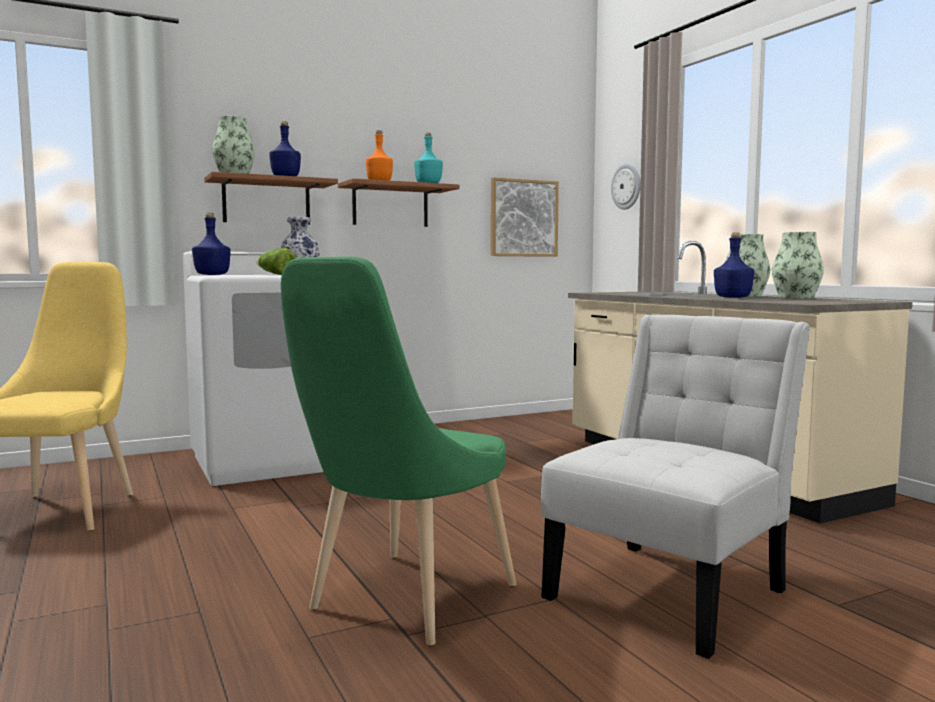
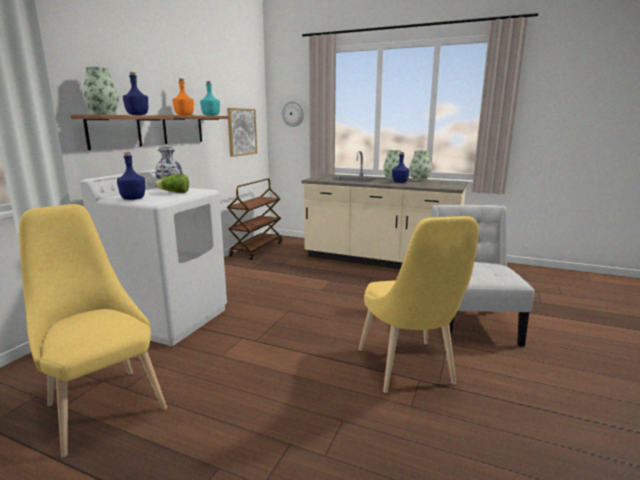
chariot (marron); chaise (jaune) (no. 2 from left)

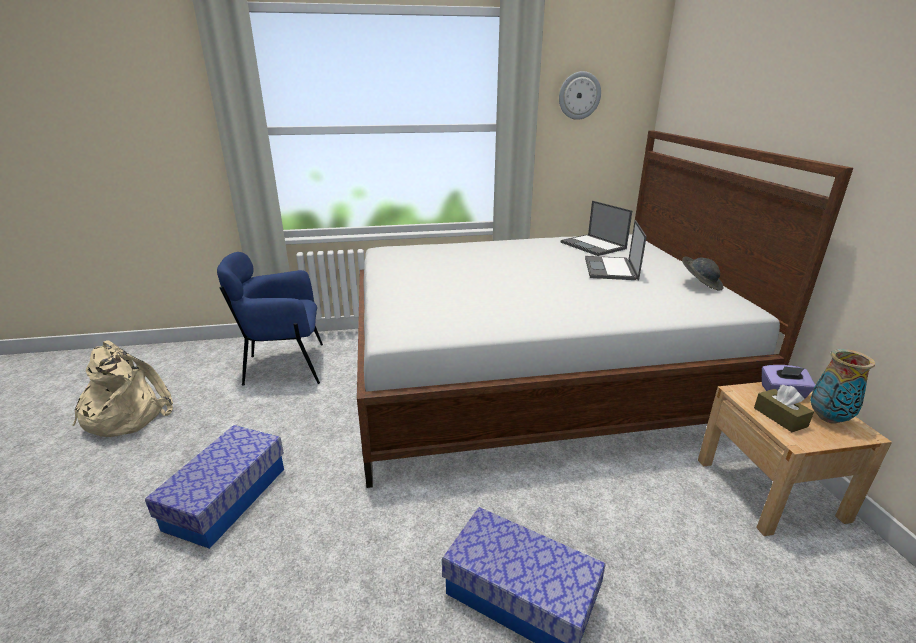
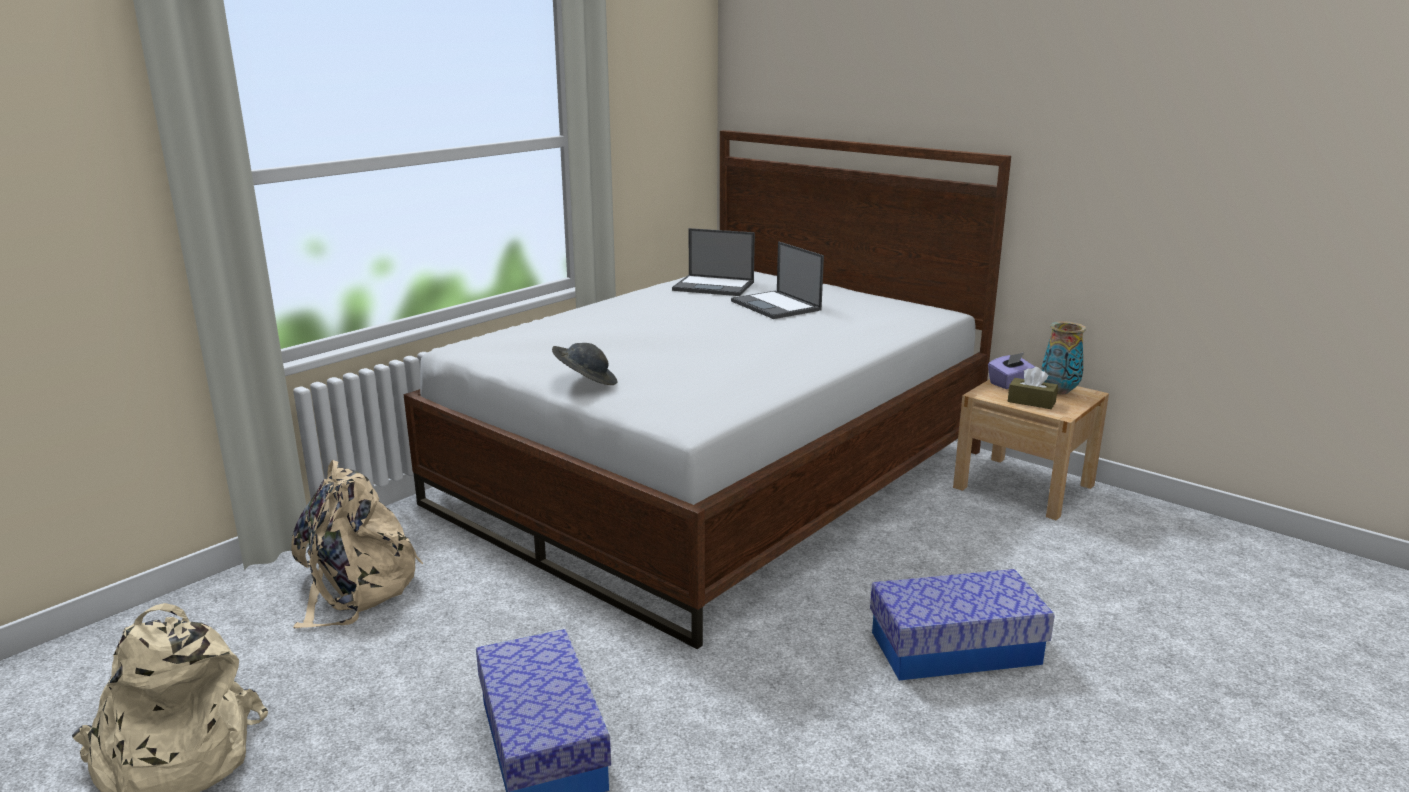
sac à dos (beige) (no. 2 from left); chapeau (gris); horloge murale

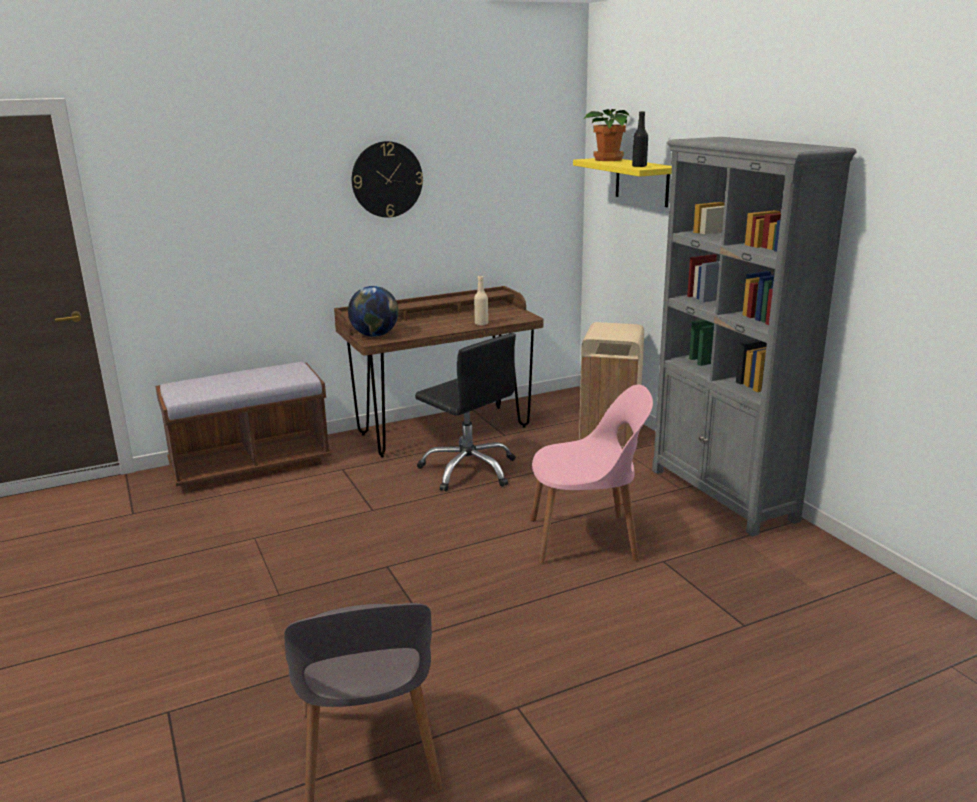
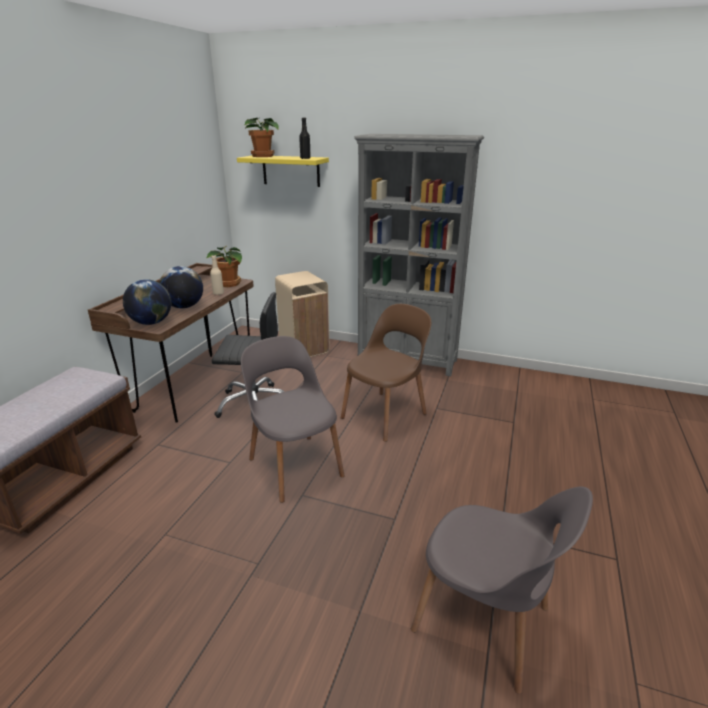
globe (no. 2 from left); plante en pot (no. 1 from left); chaise (gris) (no. 1 from left); chaise (marron); horloge murale

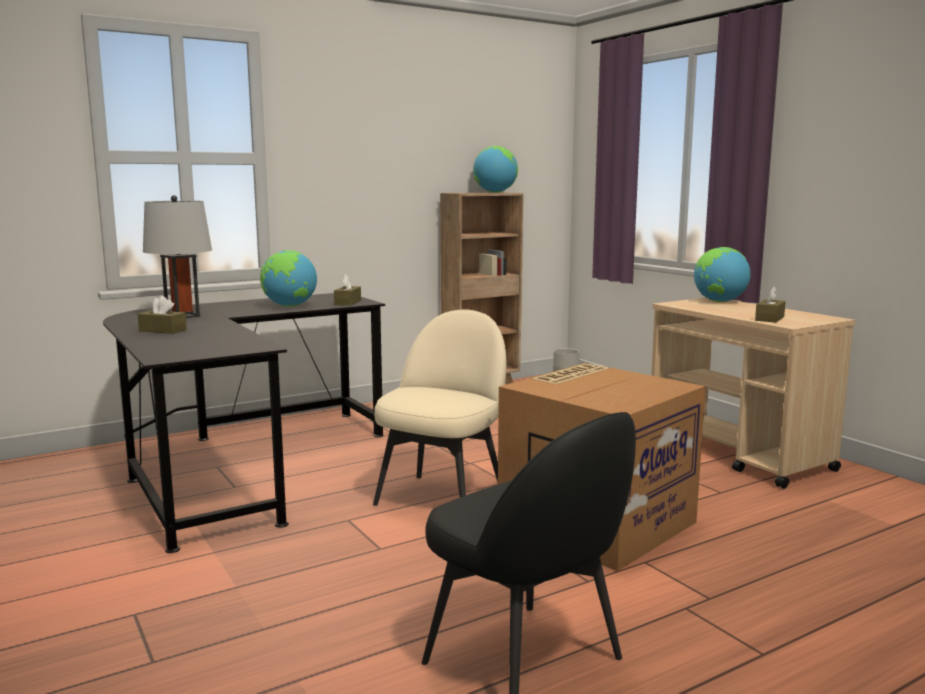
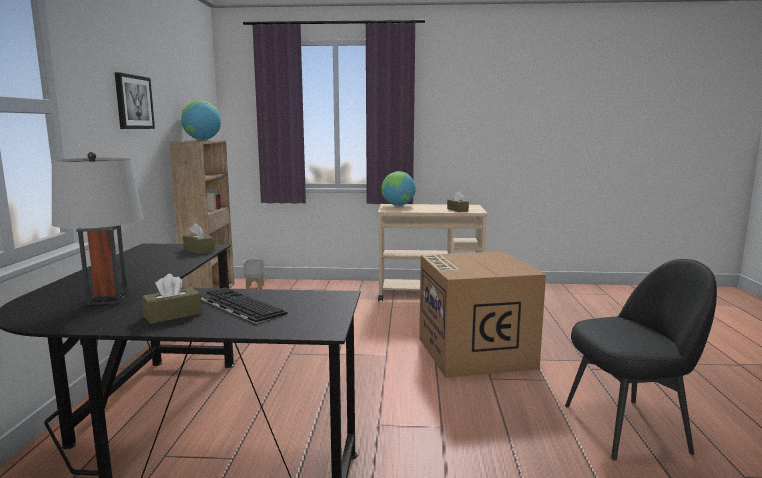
tableau; clavier; globe (no. 1 from left in the first image); chaise (beige)

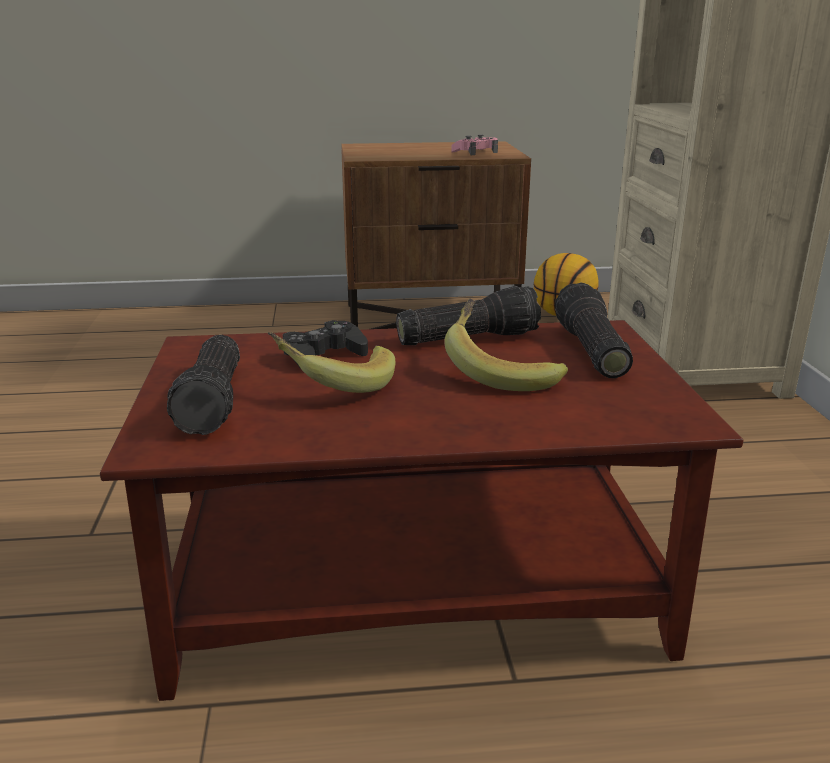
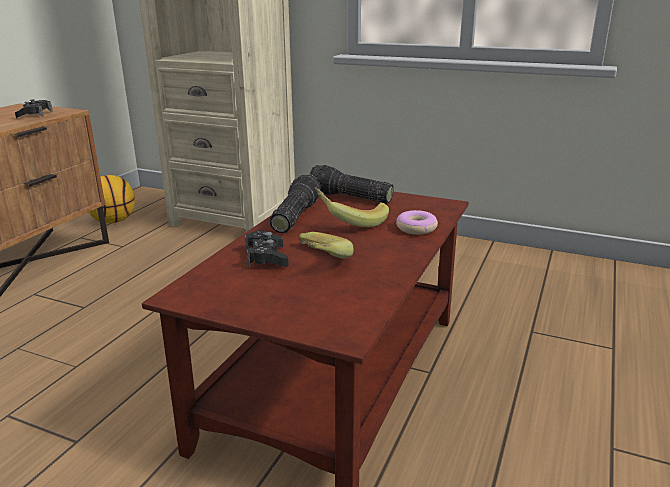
manette (noir) (no. 1 from left); beignet; lampe de poche (no. 1 from left in the first image)

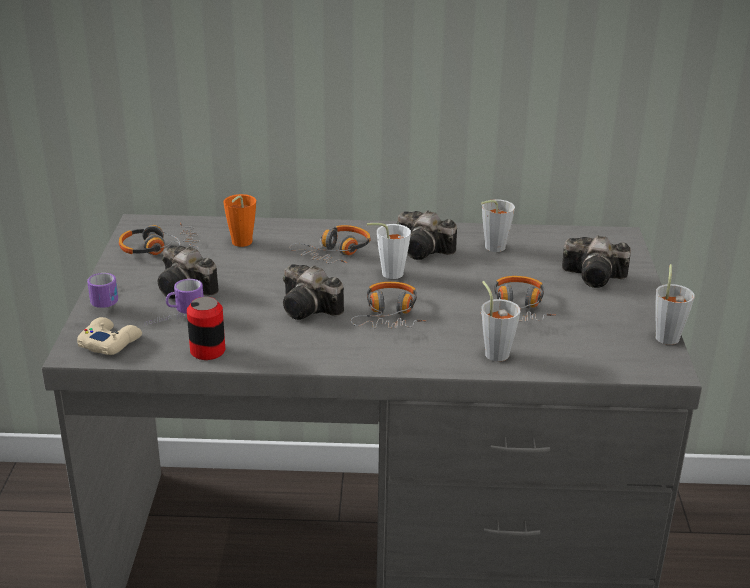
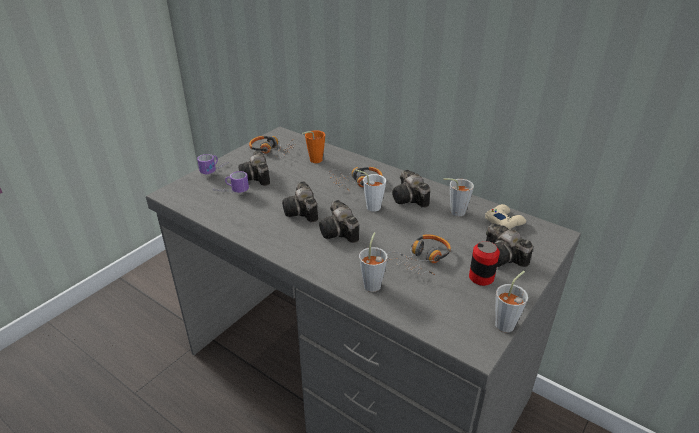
appareil photo (no. 3 from left); boîte métallique; manette (beige)

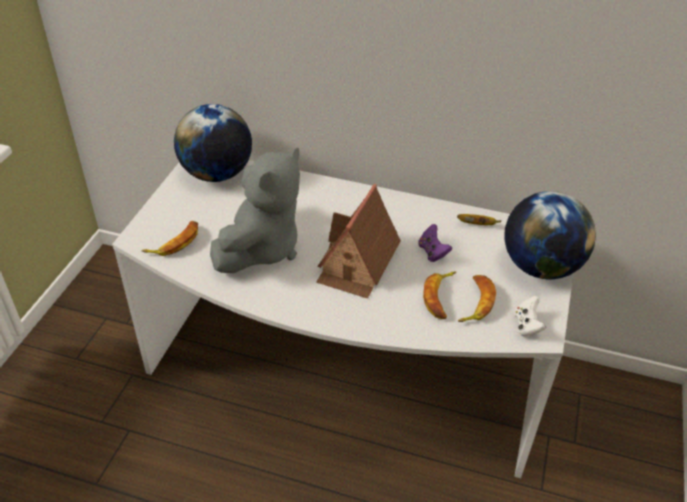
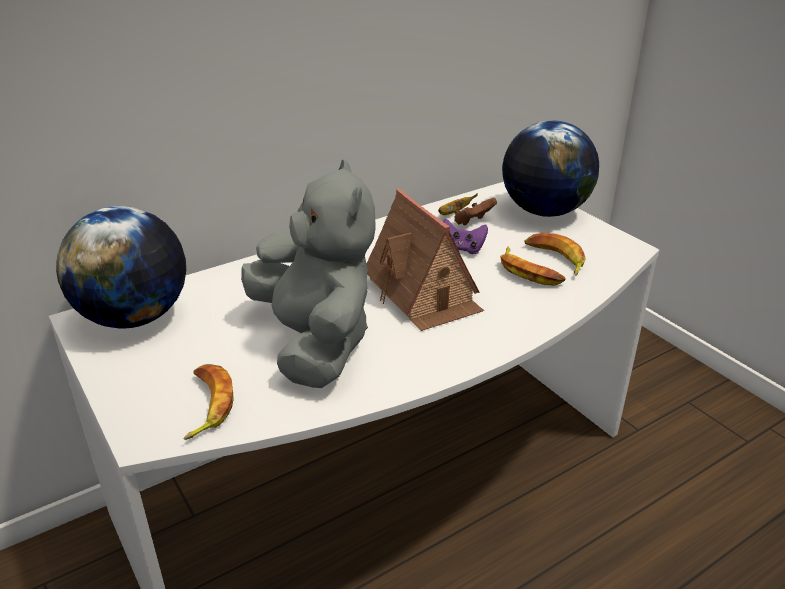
manette (marron); manette (blanc)

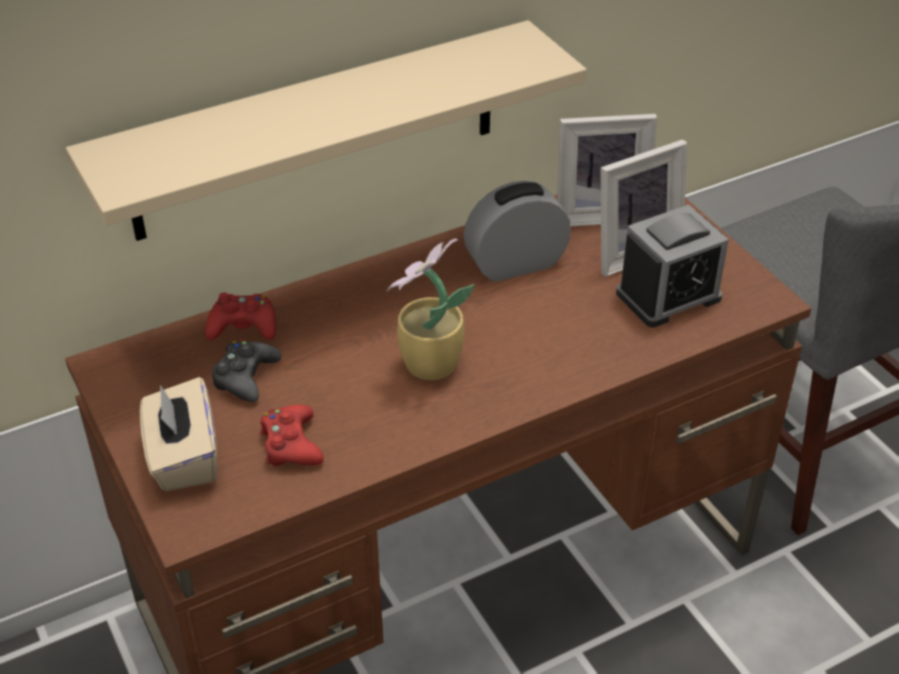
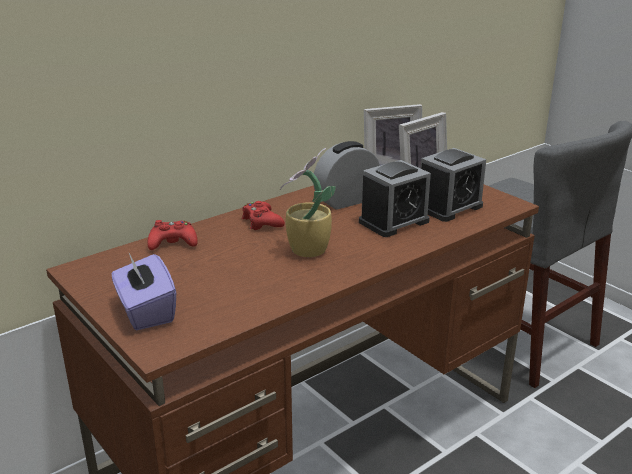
boîte à mouchoirs (violet); manette (rouge) (no. 2 from left); réveil (no. 2 from left); étagère (beige); manette (noir)

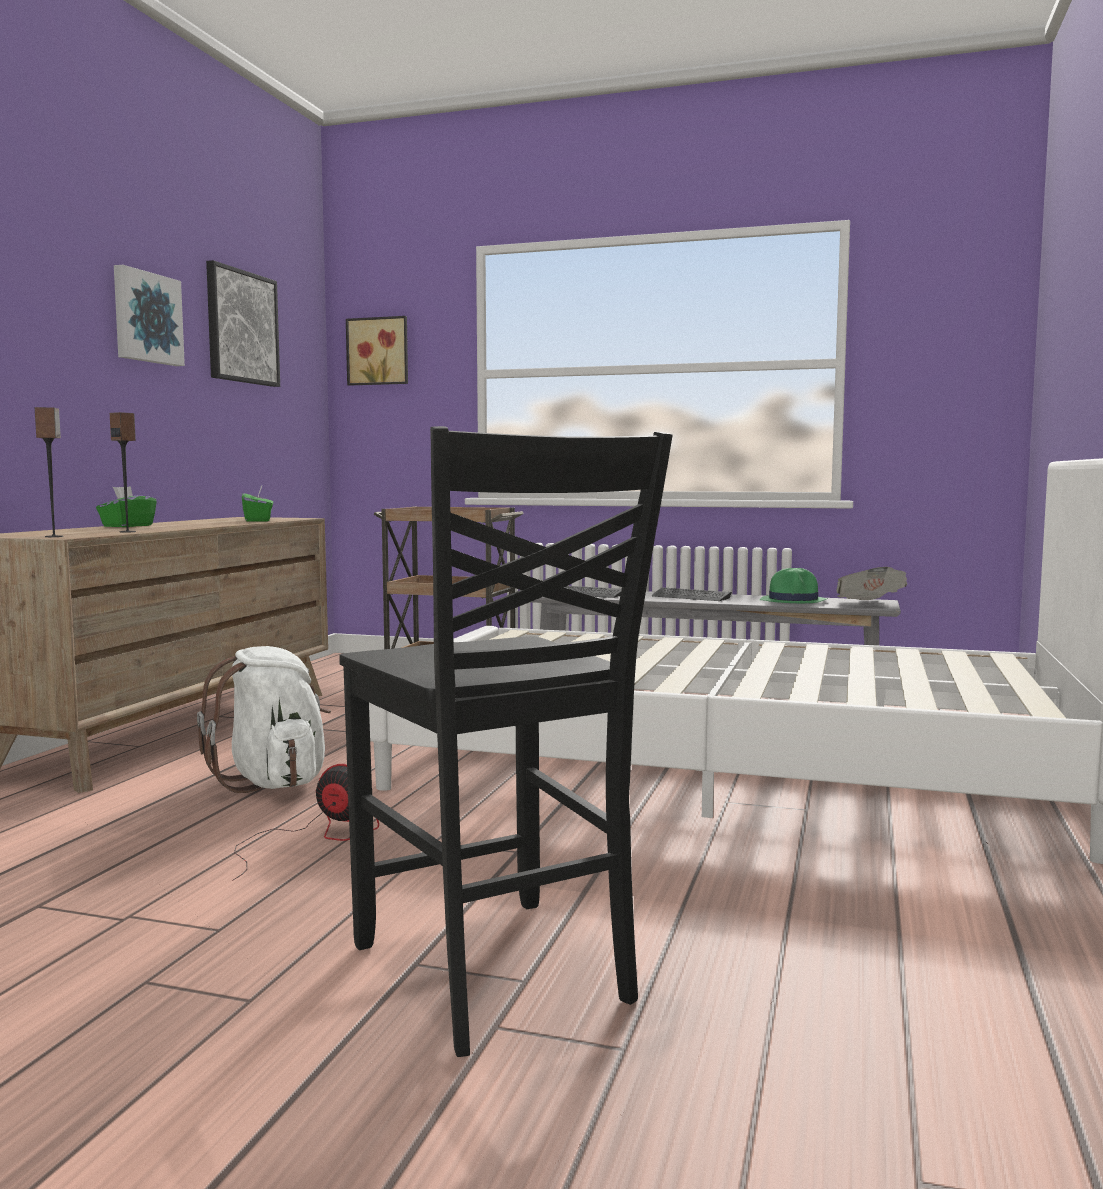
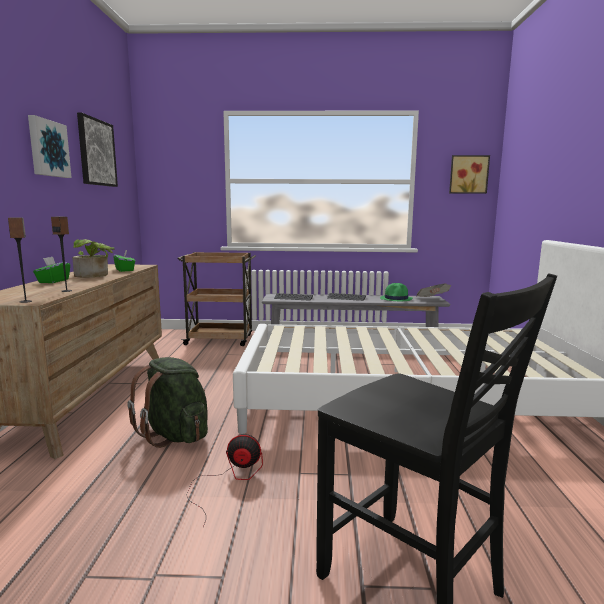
plante en pot; sac à dos (vert); tableau (no. 3 from left)

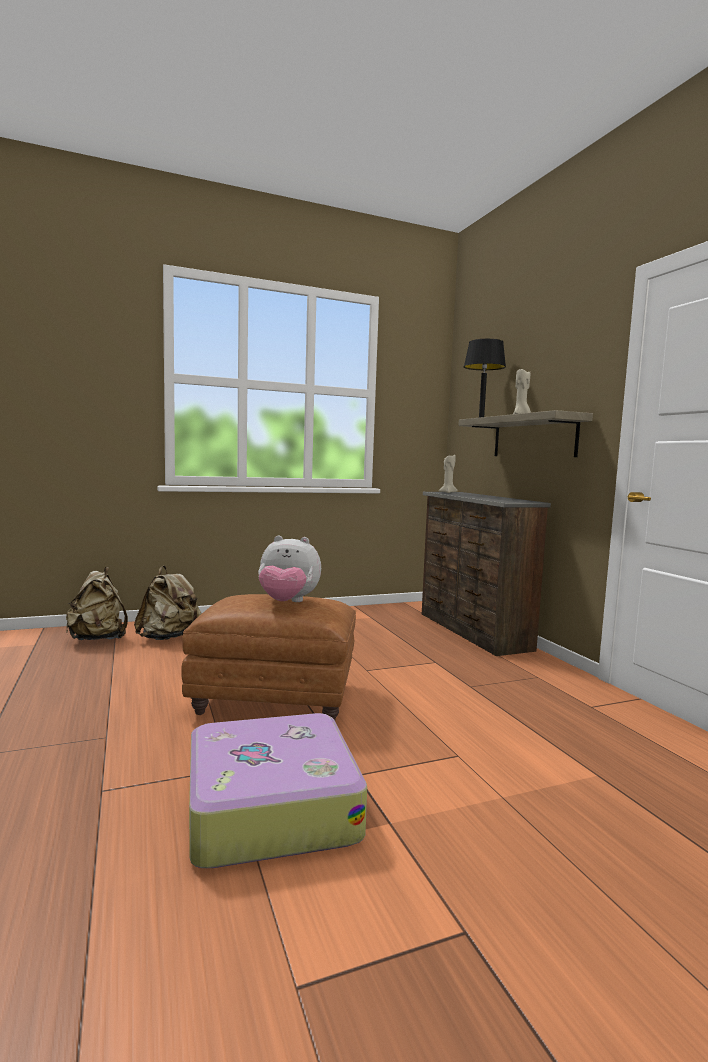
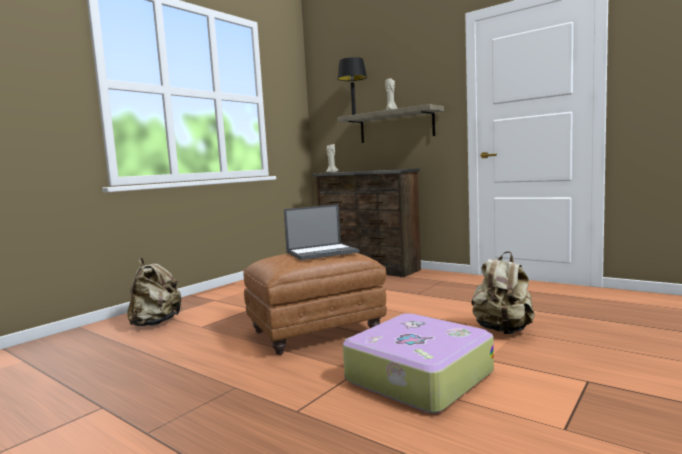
ordinateur portable; sac à dos (beige) (no. 2 from left)

